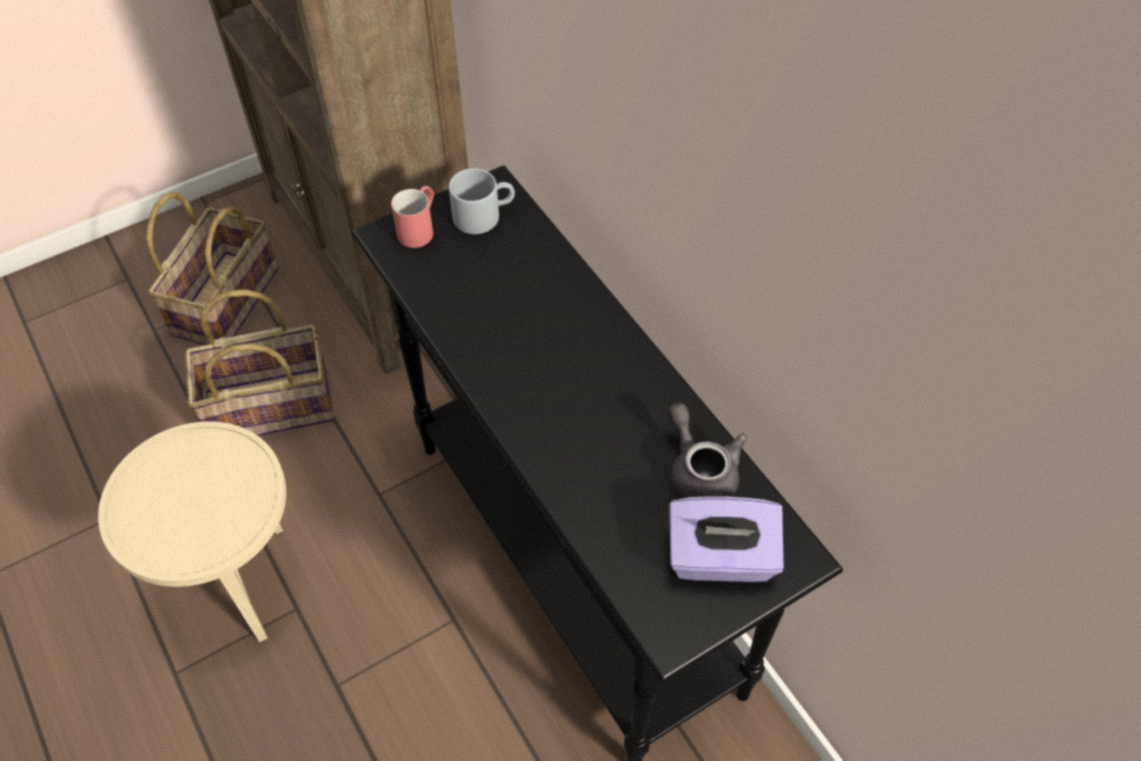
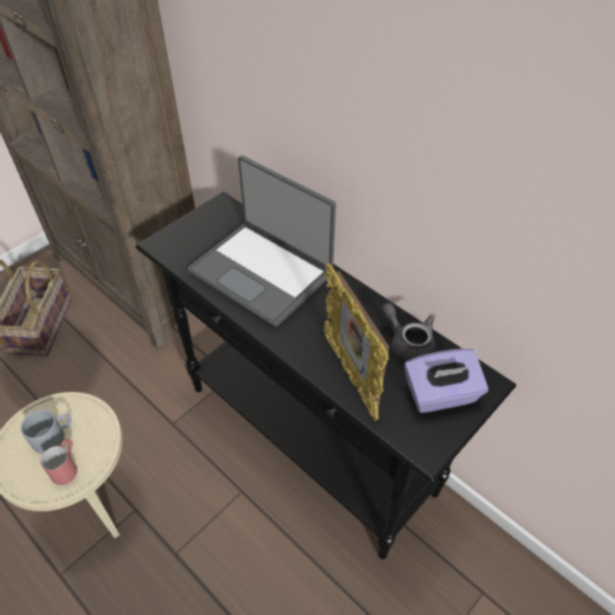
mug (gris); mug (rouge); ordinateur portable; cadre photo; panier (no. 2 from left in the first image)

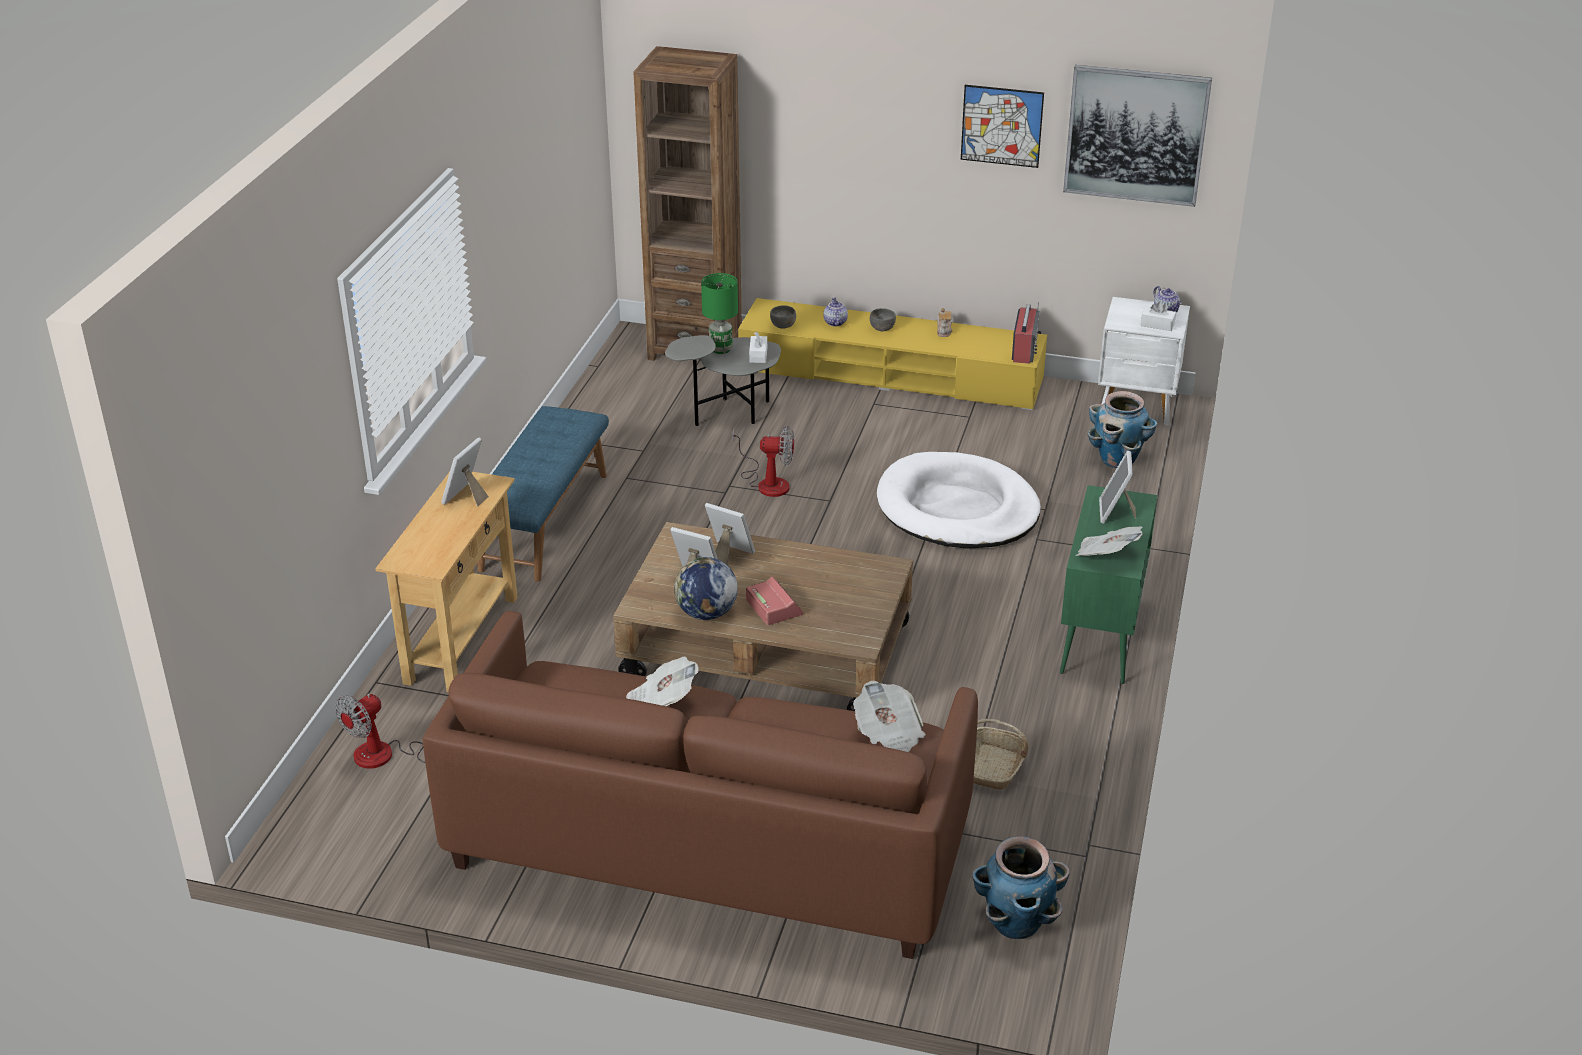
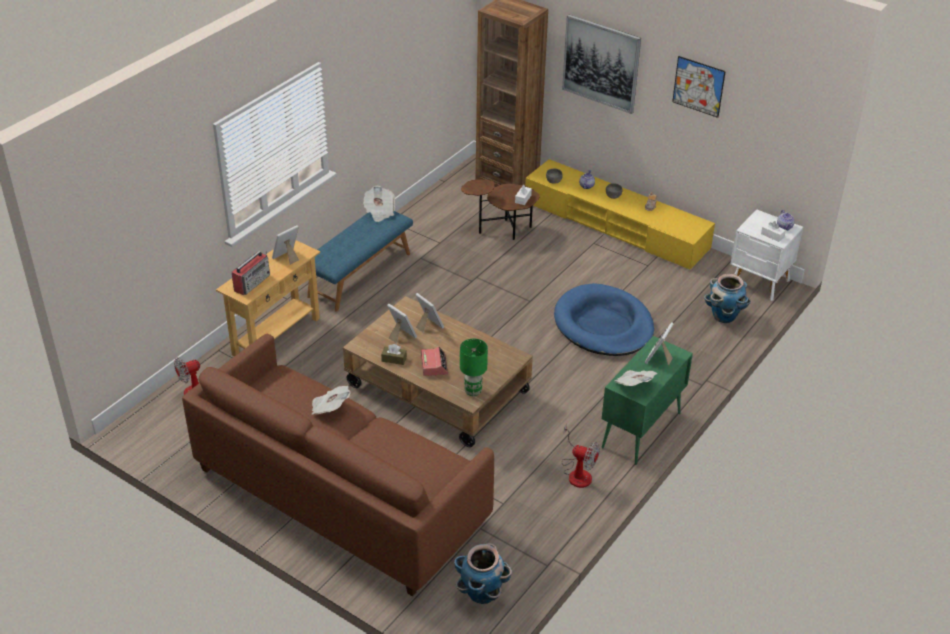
radio; journal (no. 2 from left); boîte à mouchoirs (marron); lampe de table (vert); table d'appoint (marron); panier pour chien (bleu); tableau (no. 1 from left); ventilateur (no. 2 from left); panier

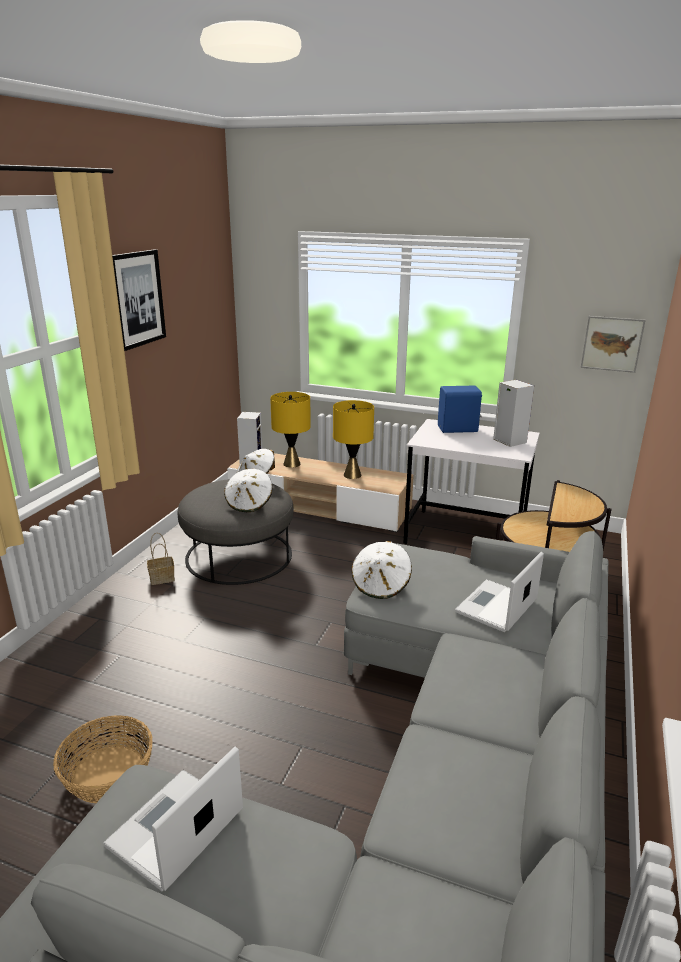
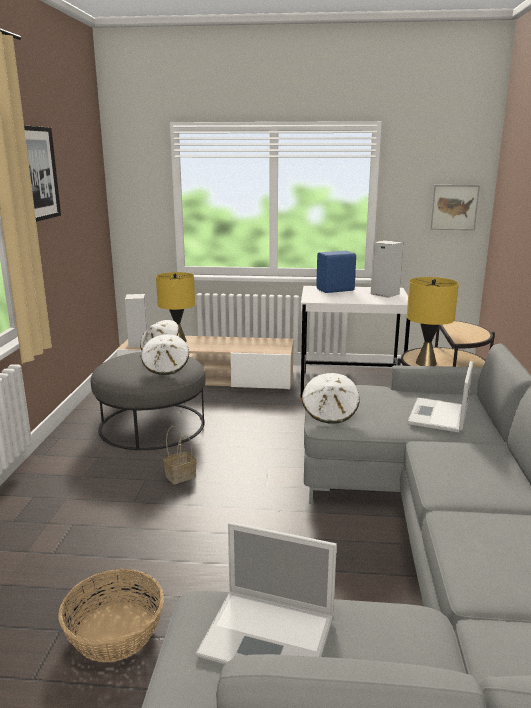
panier (no. 2 from left); ordinateur portable (no. 1 from left); lampe de table (jaune) (no. 2 from left)

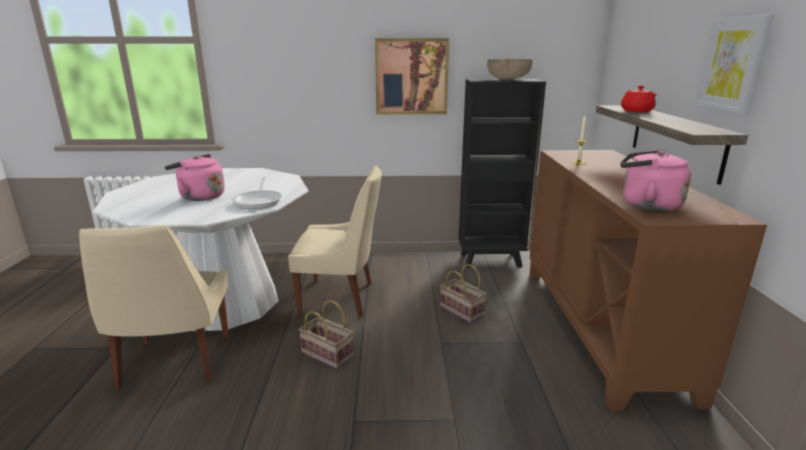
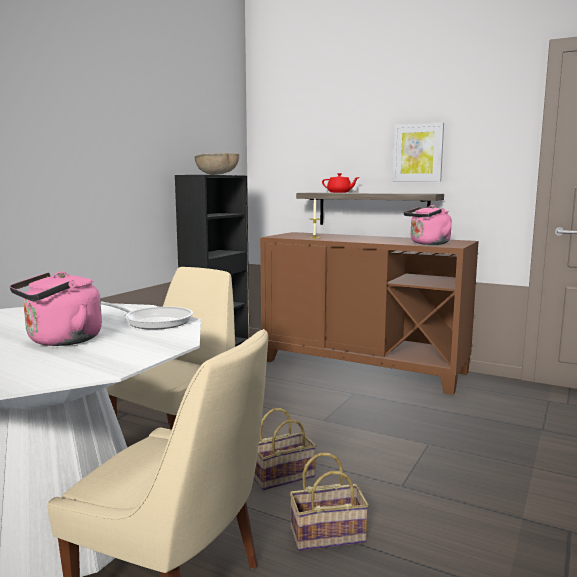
panier (no. 2 from left); tableau (no. 1 from left in the first image)

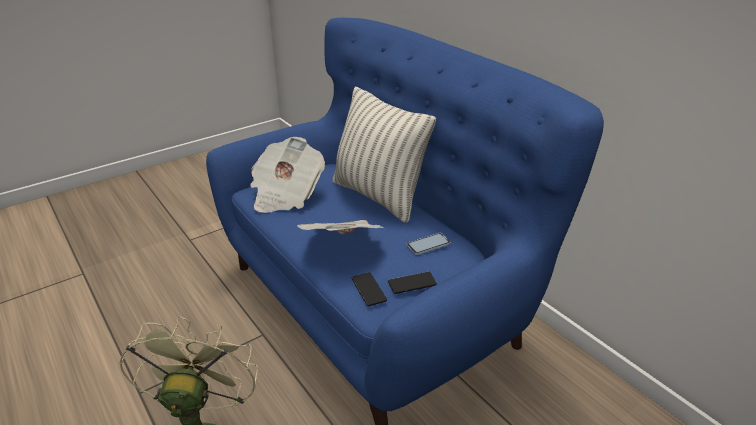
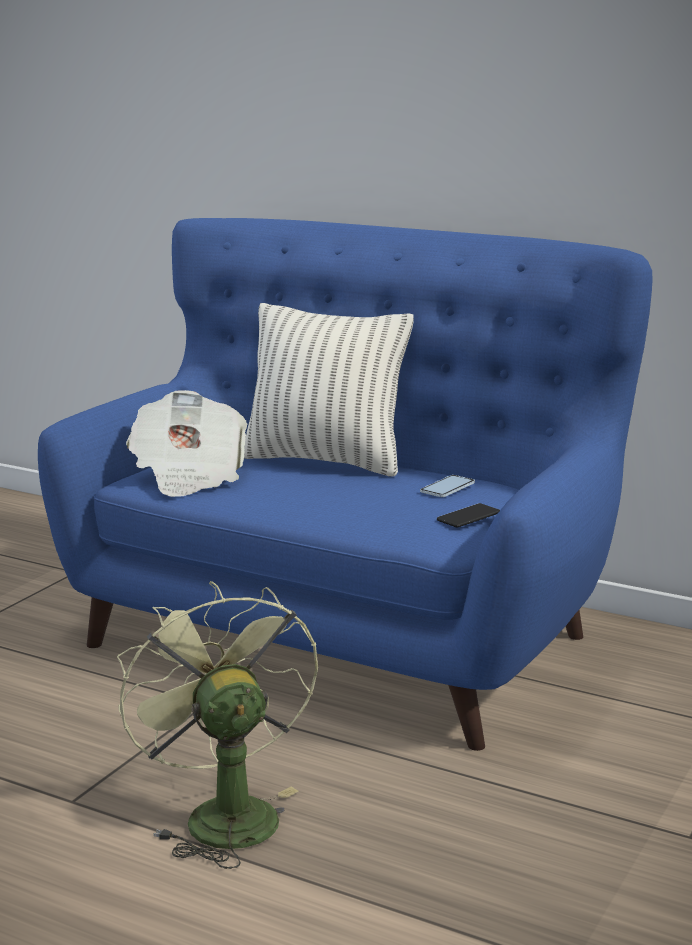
journal (no. 2 from left in the first image); téléphone (no. 1 from left in the first image)

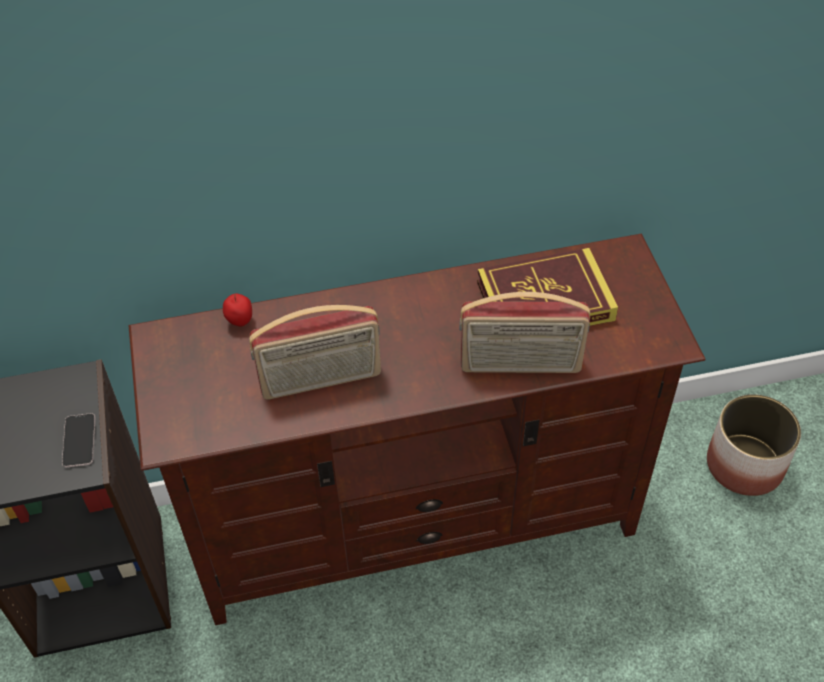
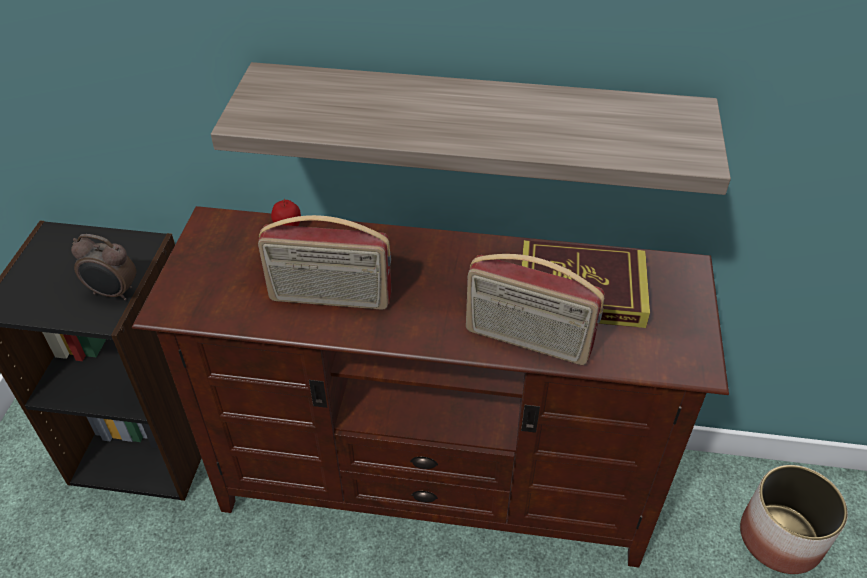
réveil; étagère

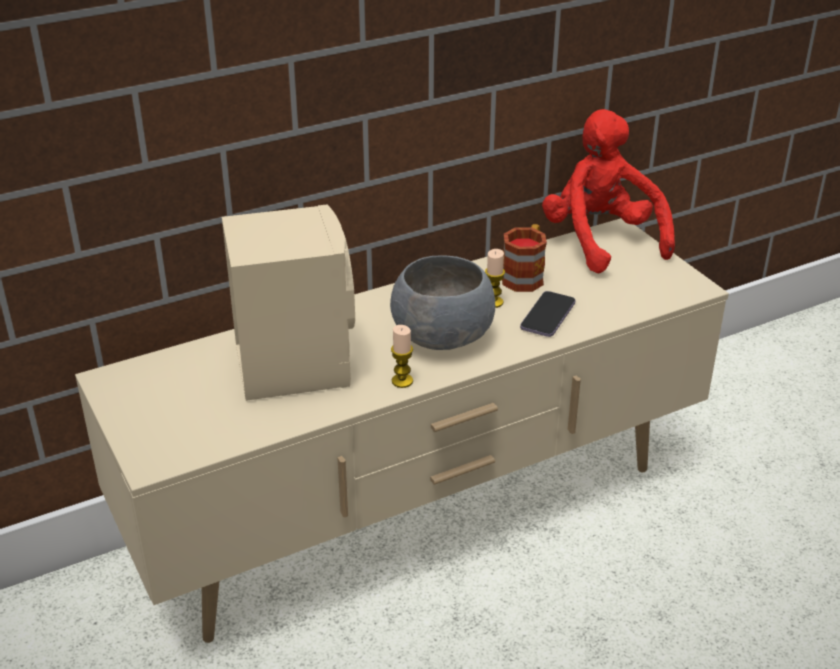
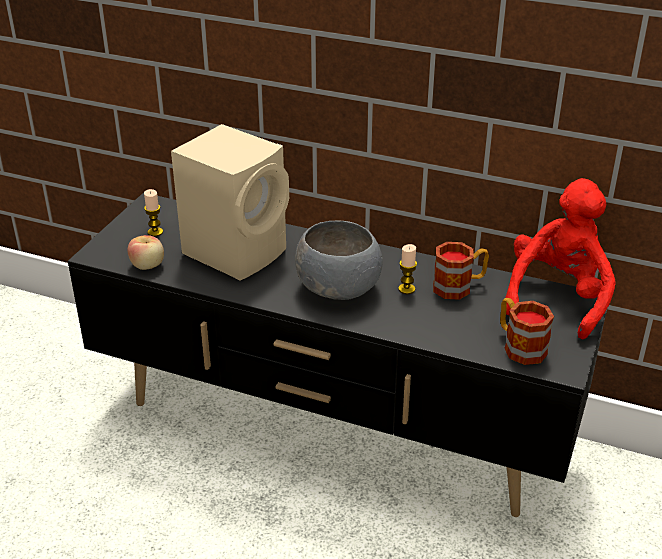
meuble télé (noir); pomme; bougie (no. 1 from left); mug (no. 2 from left); téléphone

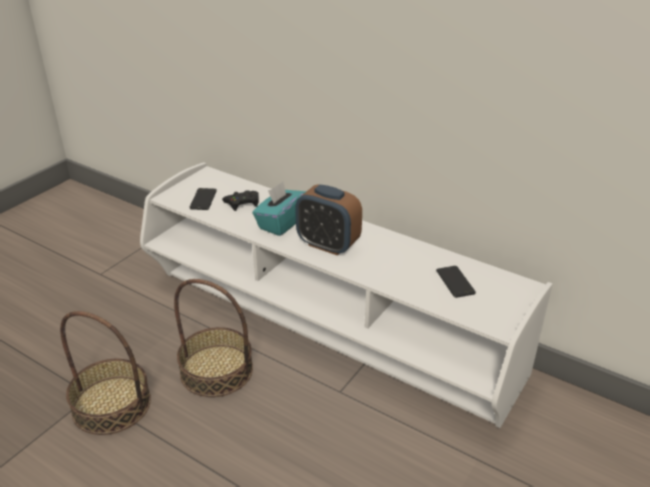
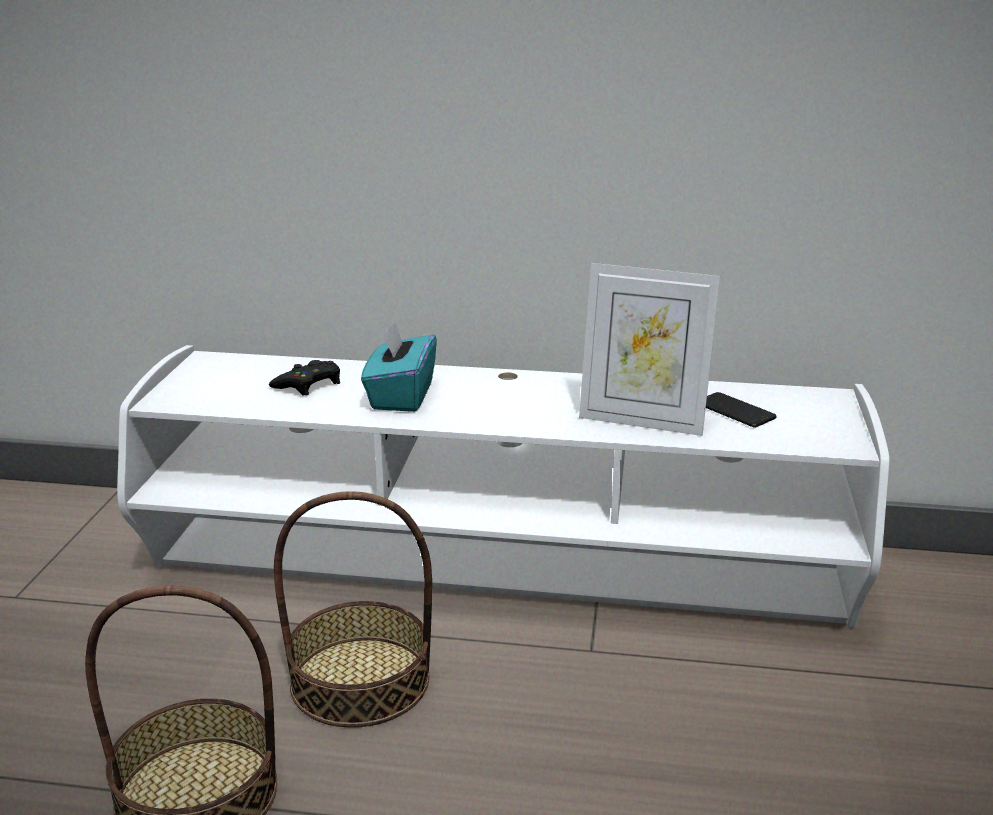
cadre photo; téléphone (no. 1 from left in the first image); réveil

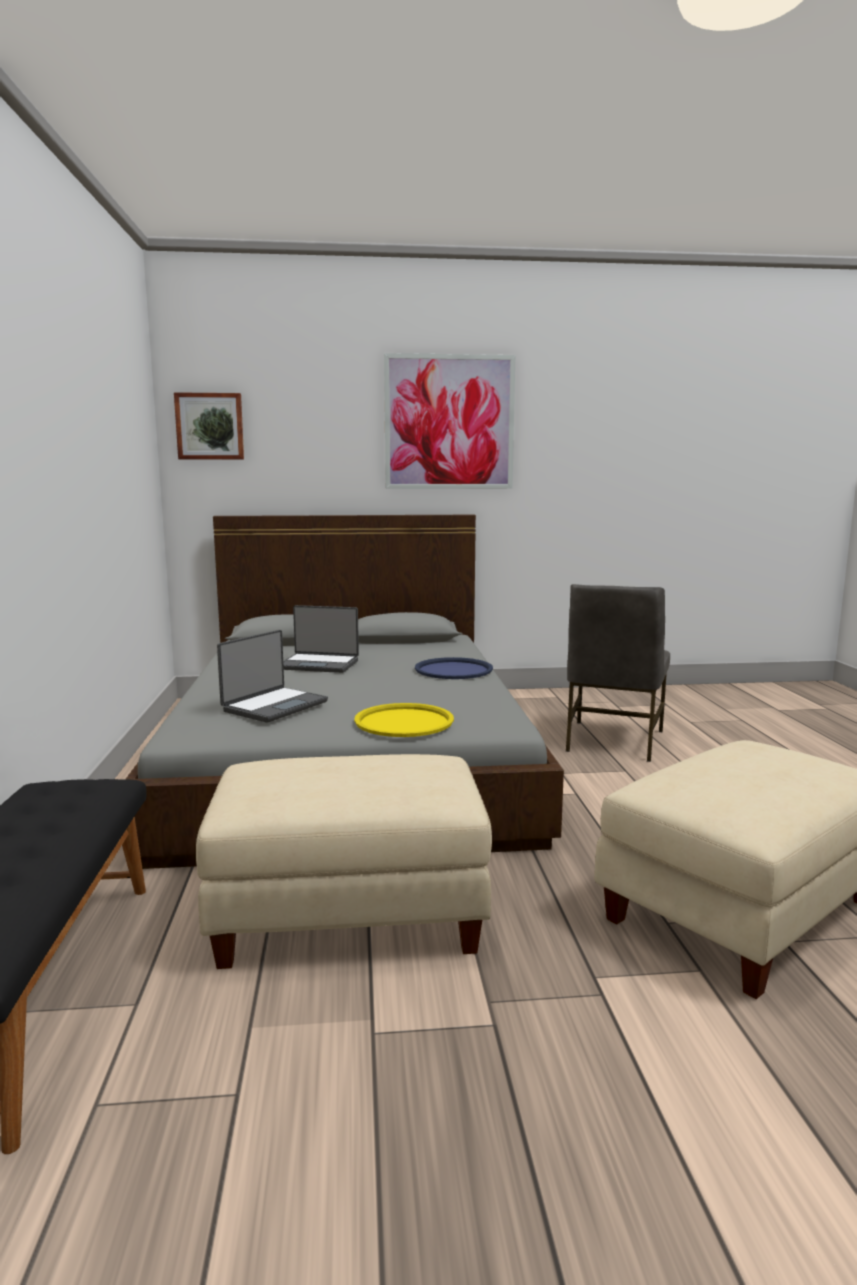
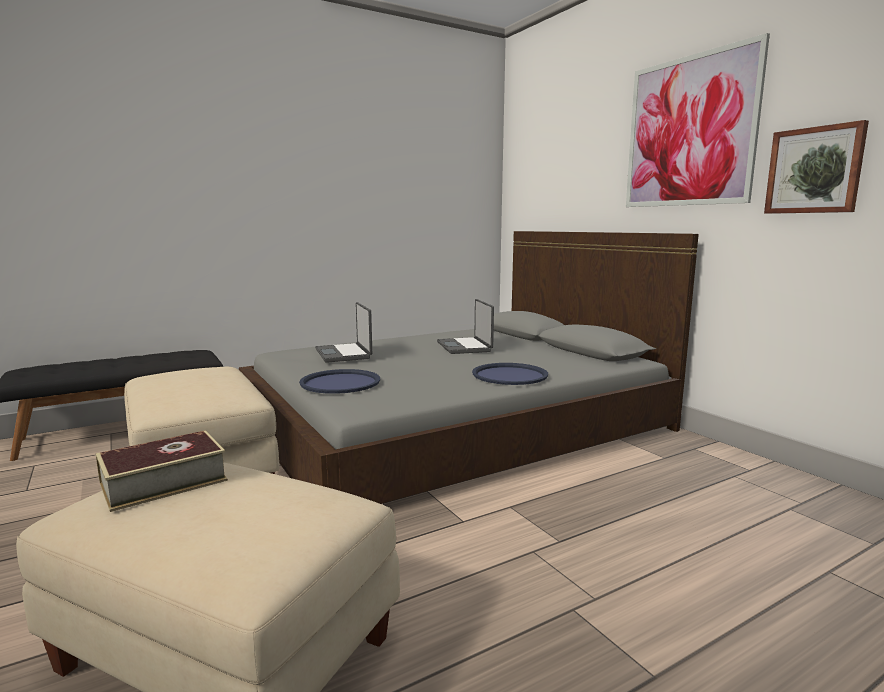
livre; plateau (bleu) (no. 1 from left); ordinateur portable (no. 1 from left); tableau (no. 2 from left); chaise (gris)

